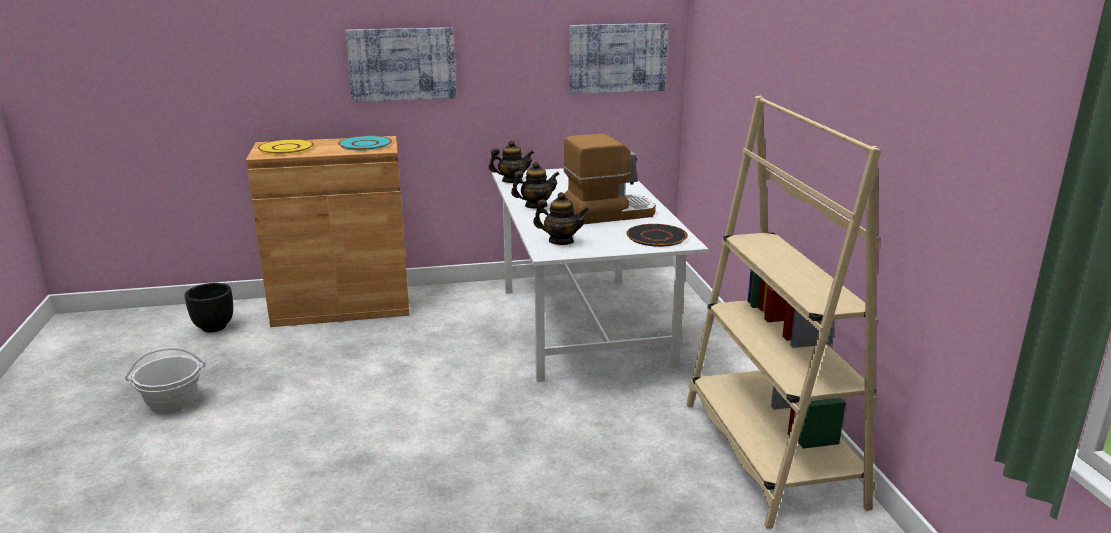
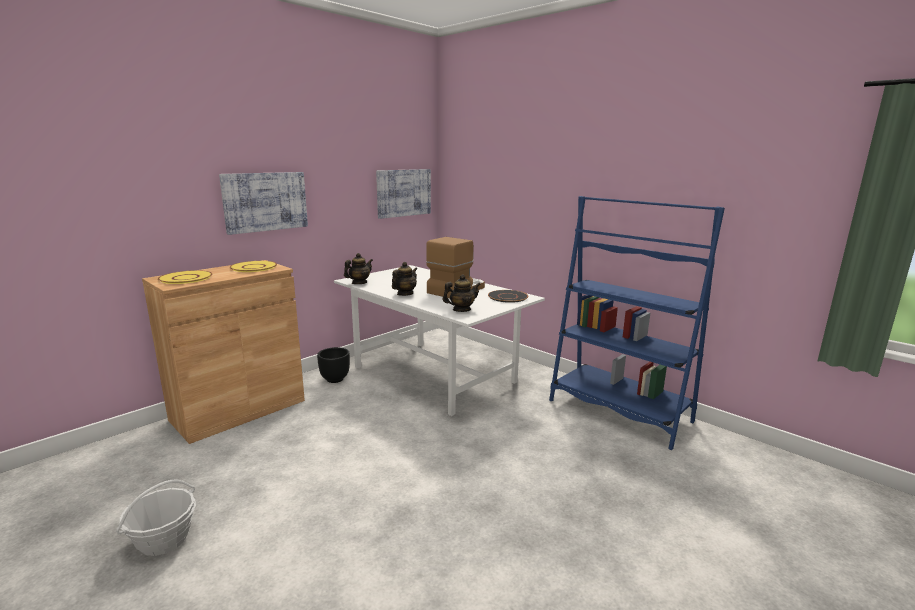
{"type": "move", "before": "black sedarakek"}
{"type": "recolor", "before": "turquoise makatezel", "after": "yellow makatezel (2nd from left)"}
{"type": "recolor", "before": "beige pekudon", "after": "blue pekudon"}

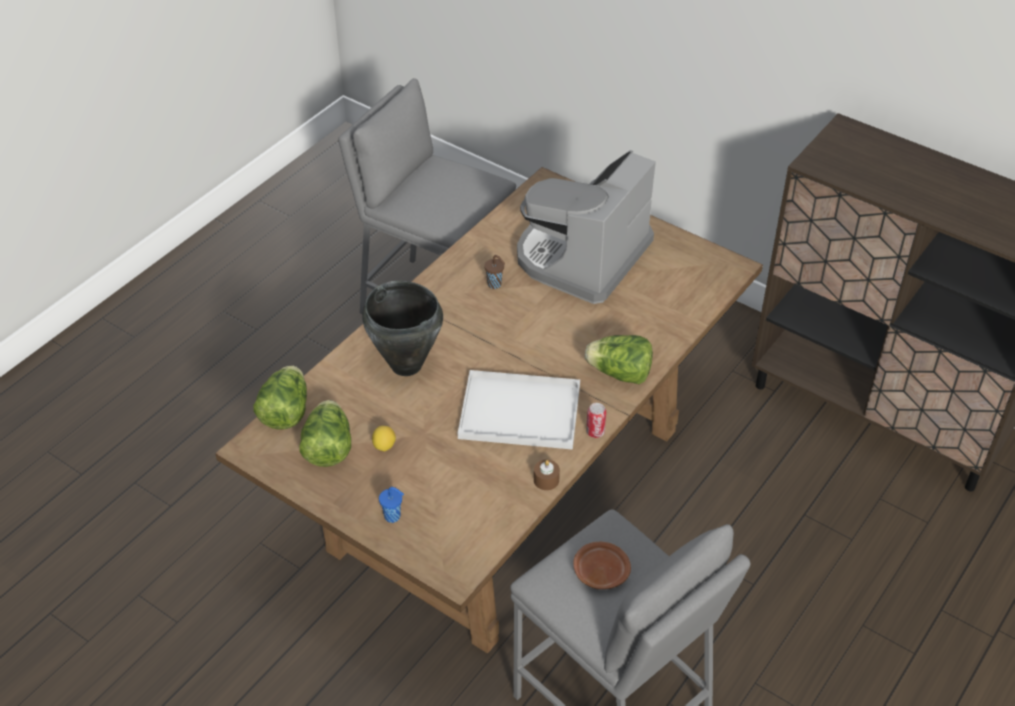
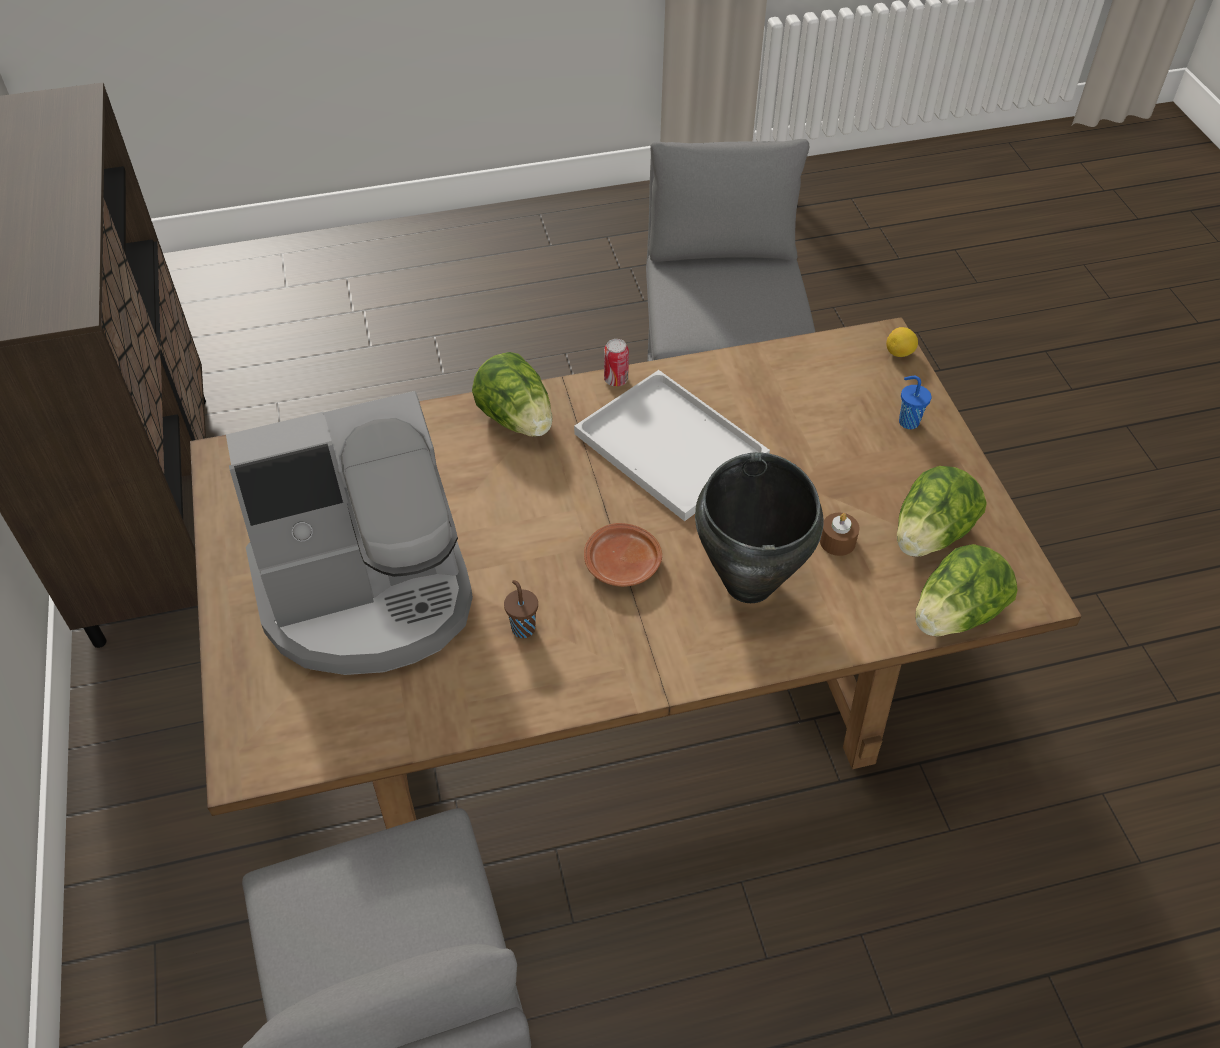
{"type": "move", "before": "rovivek"}
{"type": "move", "before": "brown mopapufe"}
{"type": "move", "before": "brown makatezel"}

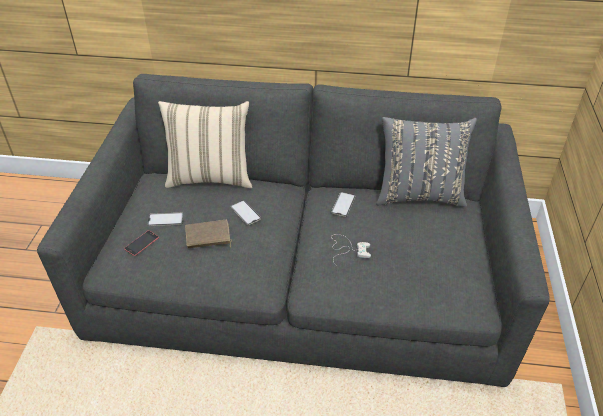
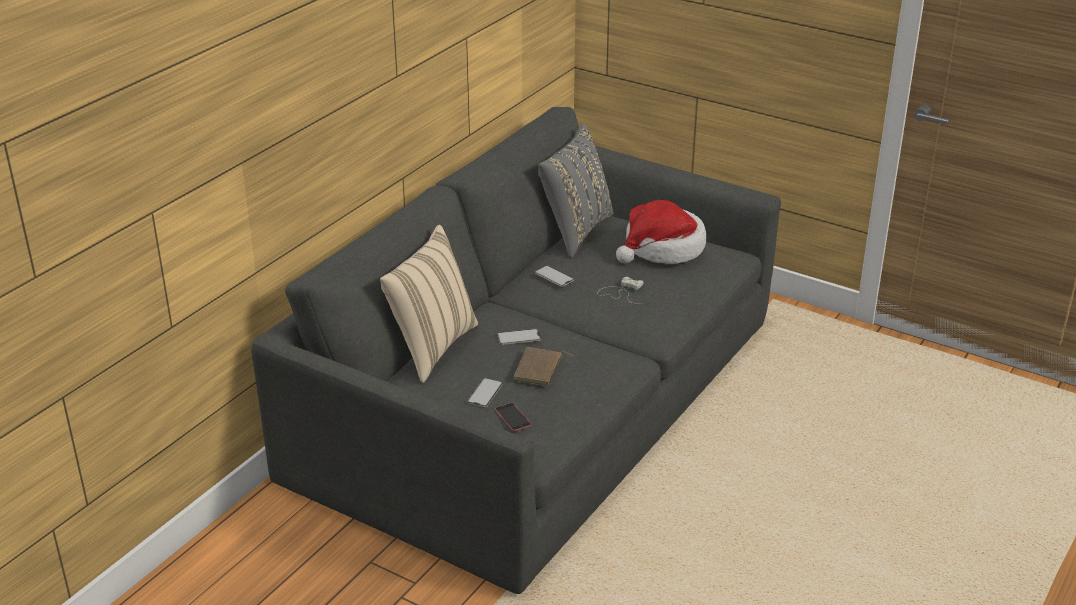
{"type": "insert", "after": "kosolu"}

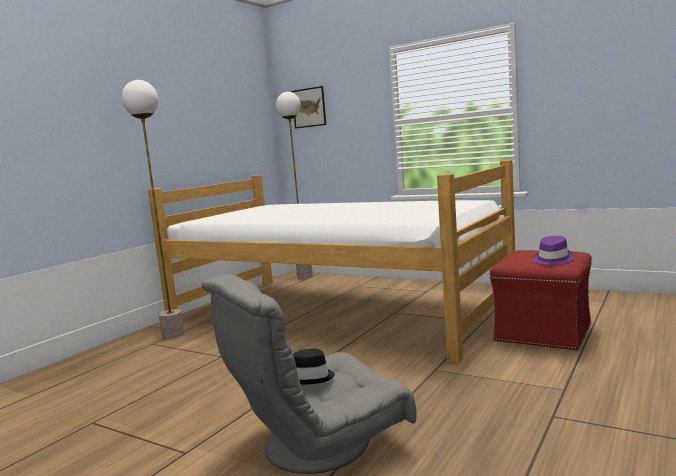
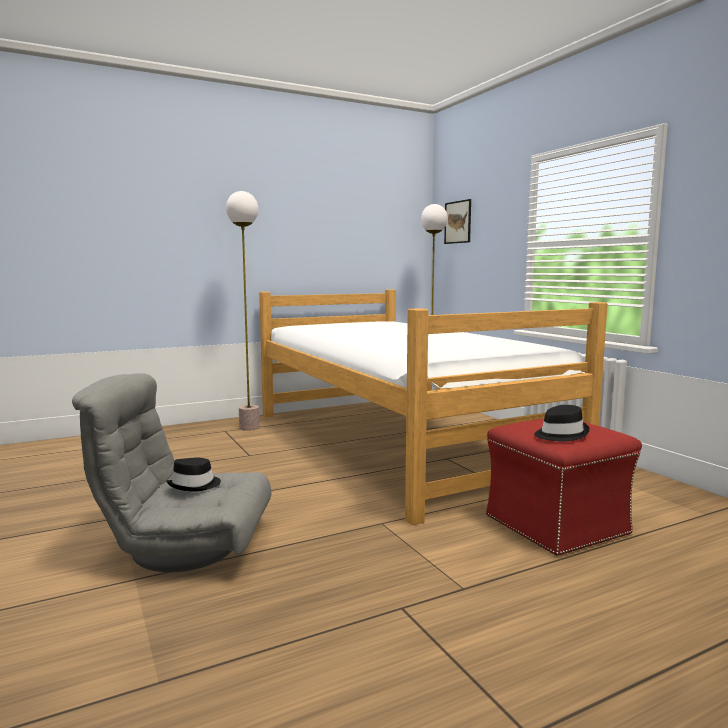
{"type": "recolor", "before": "purple kosolu", "after": "black kosolu (2nd from left)"}

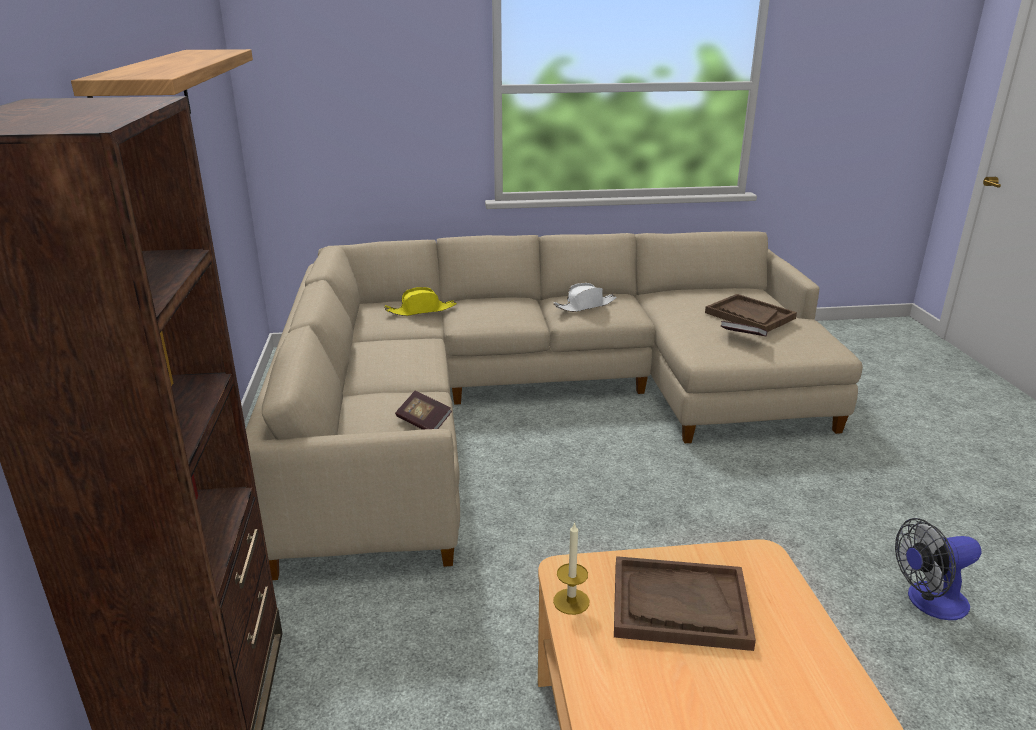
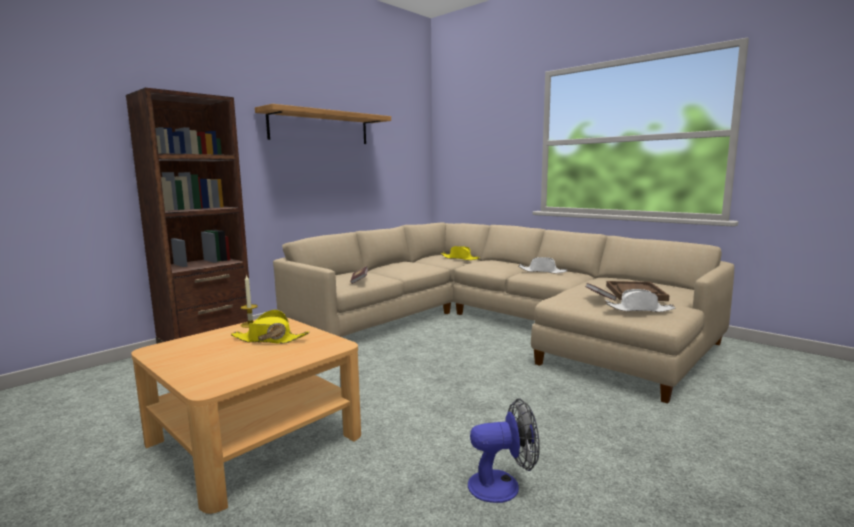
{"type": "replace", "before": "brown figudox (1st from left)", "after": "yellow kosolu (1st from left)"}
{"type": "rotate", "before": "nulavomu", "turn": 135}
{"type": "insert", "after": "white kosolu (2nd from left)"}

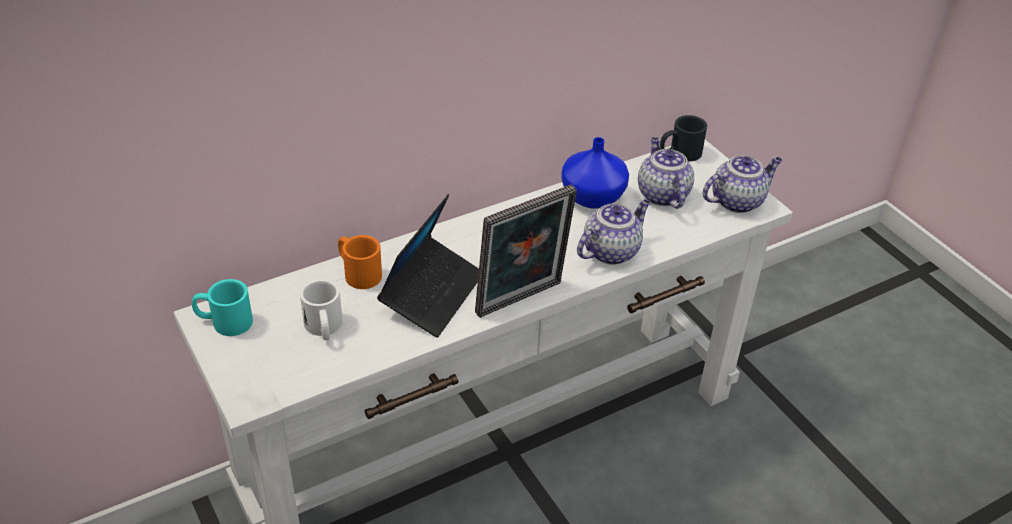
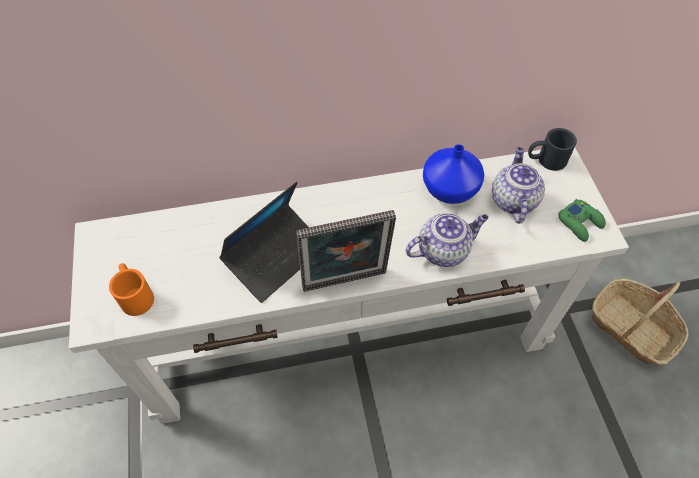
{"type": "delete", "before": "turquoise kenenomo"}
{"type": "delete", "before": "white kenenomo"}
{"type": "move", "before": "orange kenenomo"}
{"type": "replace", "before": "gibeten (3rd from left)", "after": "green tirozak"}
{"type": "insert", "after": "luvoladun"}

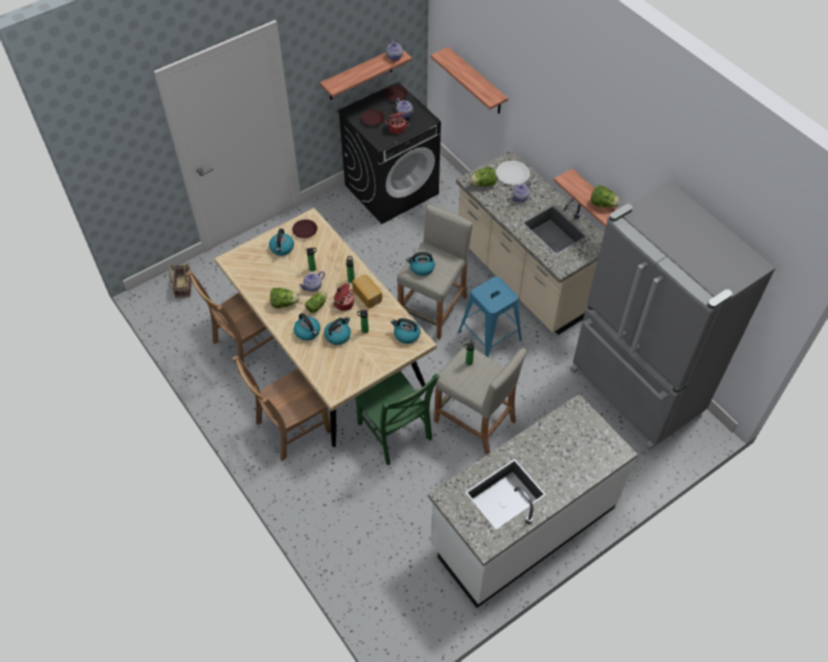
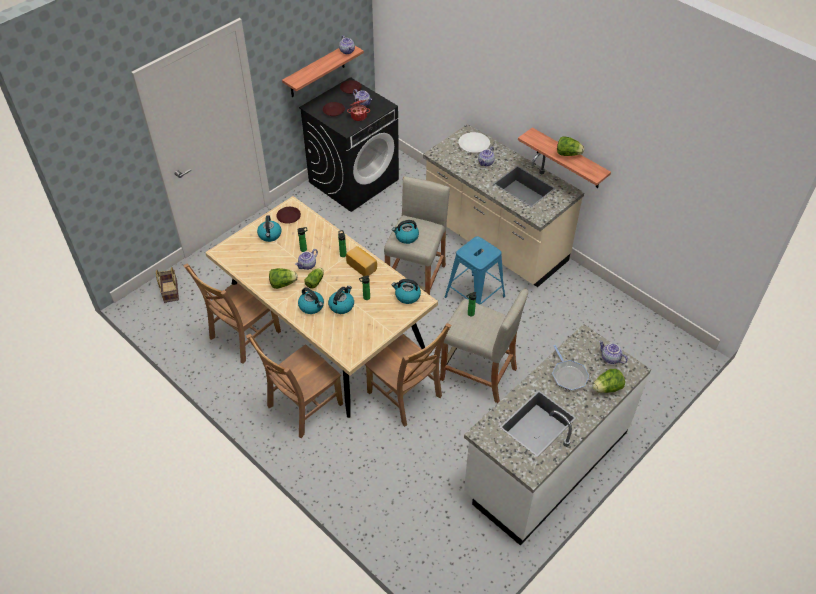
{"type": "delete", "before": "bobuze (1st from left)"}
{"type": "recolor", "before": "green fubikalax", "after": "brown fubikalax (3rd from left)"}
{"type": "delete", "before": "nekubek (2nd from left)"}
{"type": "move", "before": "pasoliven (3rd from left in the first image)", "after": "pasoliven (4th from left)"}
{"type": "delete", "before": "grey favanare"}
{"type": "insert", "after": "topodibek"}
{"type": "insert", "after": "gibeten (5th from left)"}

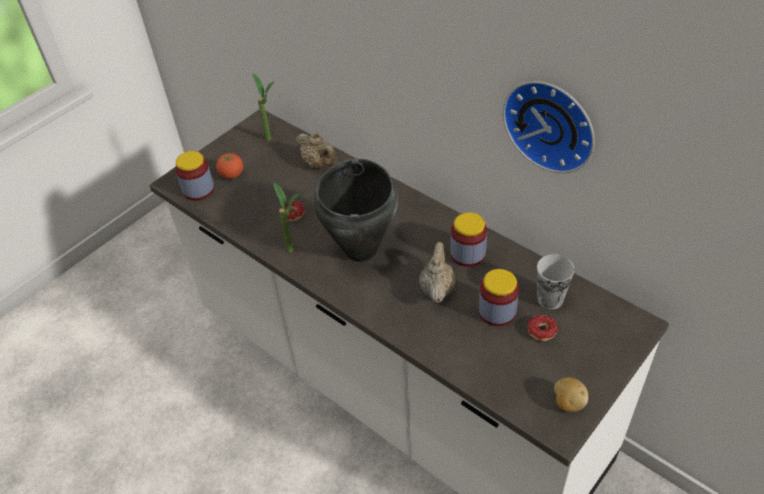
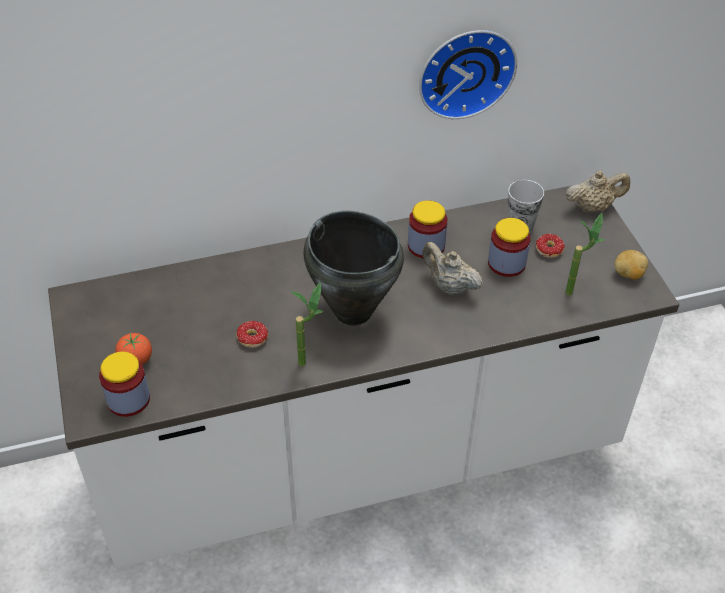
{"type": "move", "before": "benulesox (1st from left in the first image)", "after": "benulesox (2nd from left)"}
{"type": "move", "before": "beige gibeten (1st from left in the first image)", "after": "beige gibeten (2nd from left)"}

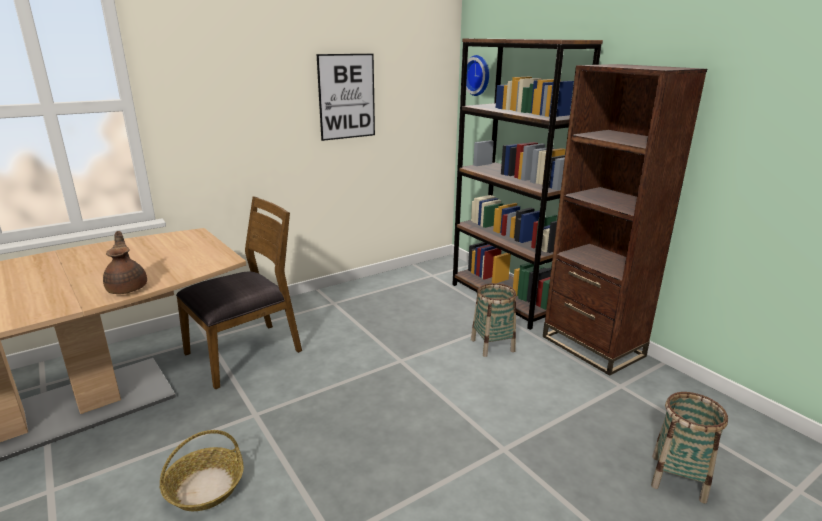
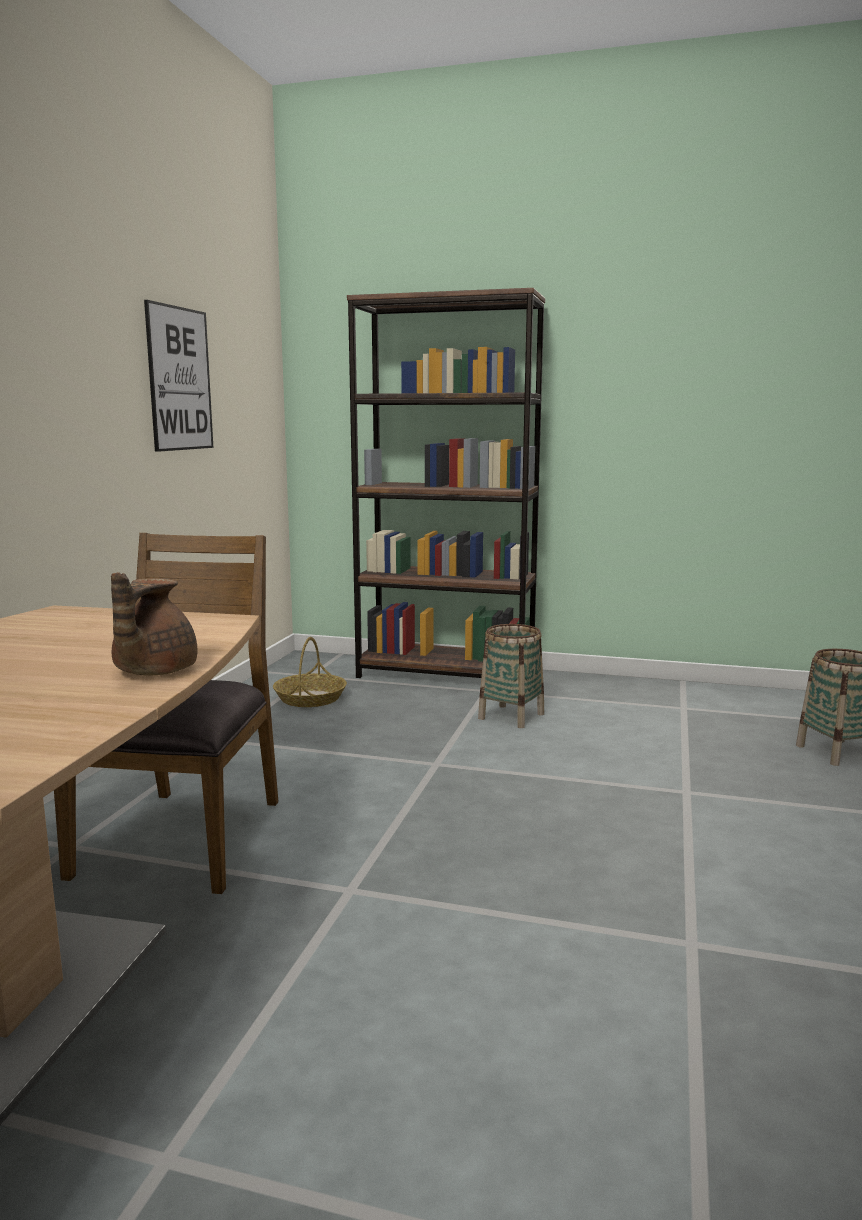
{"type": "rotate", "before": "brown gibeten", "turn": -105}
{"type": "move", "before": "luvoladun (1st from left)"}
{"type": "delete", "before": "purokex"}
{"type": "delete", "before": "brown pekudon (2nd from left)"}

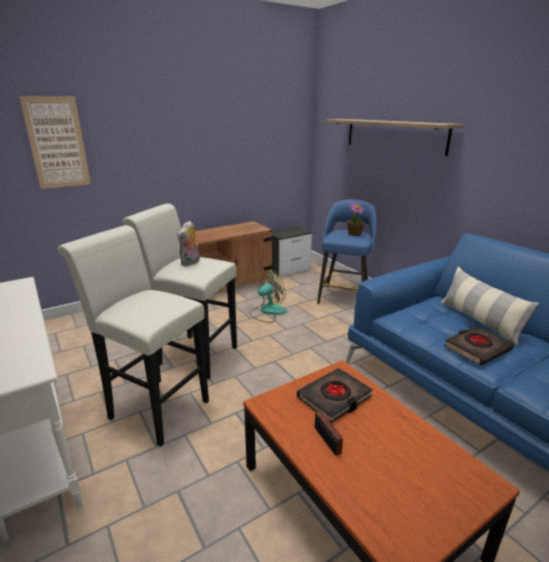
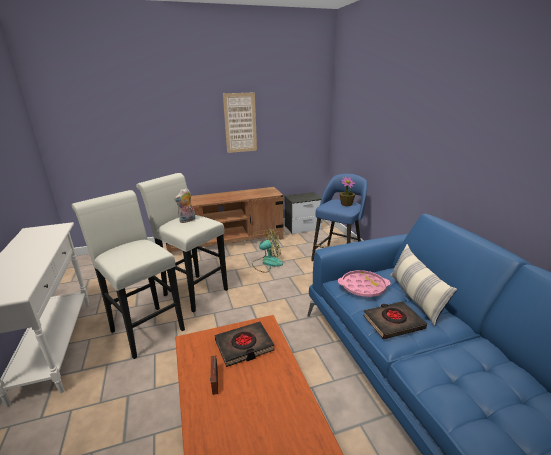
{"type": "move", "before": "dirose"}
{"type": "delete", "before": "nekubek"}
{"type": "insert", "after": "pink figudox"}

